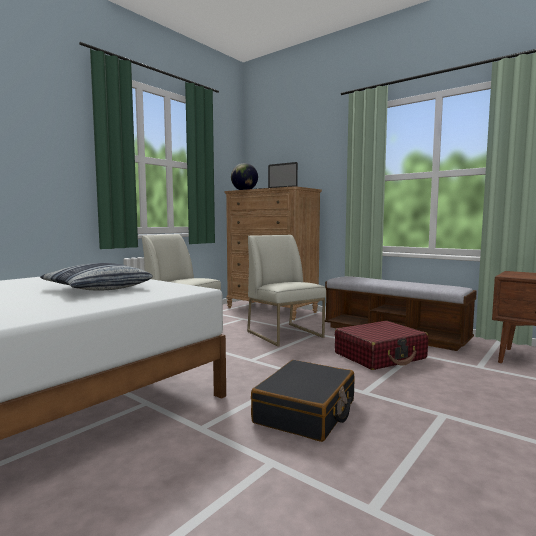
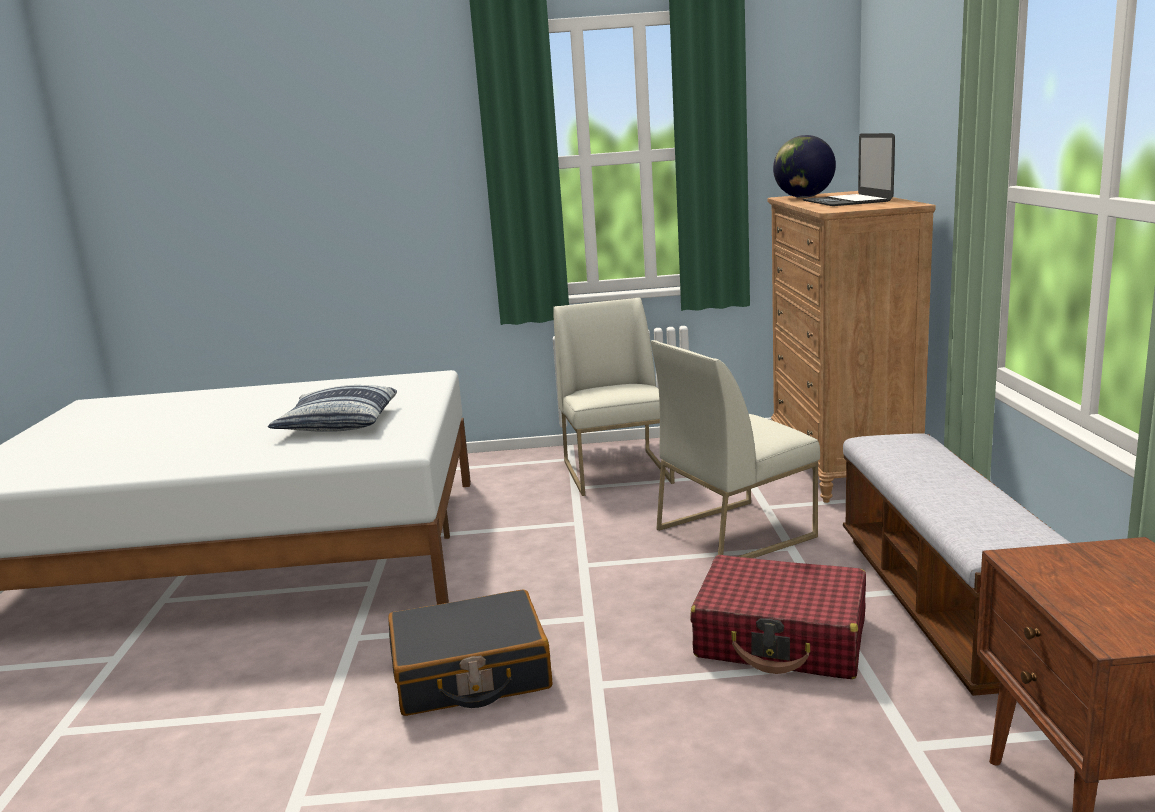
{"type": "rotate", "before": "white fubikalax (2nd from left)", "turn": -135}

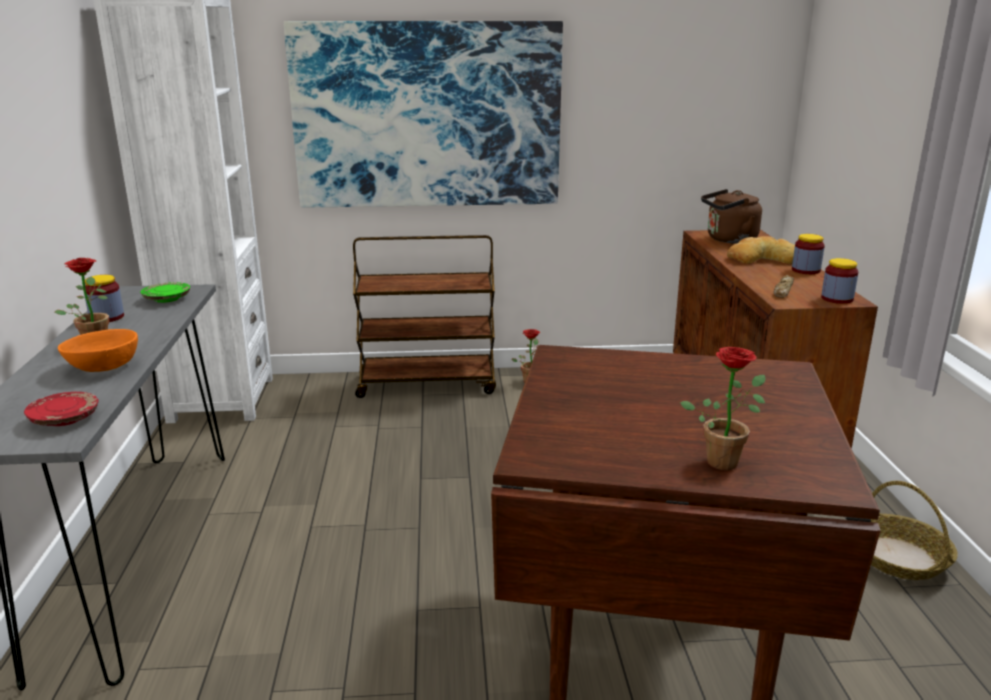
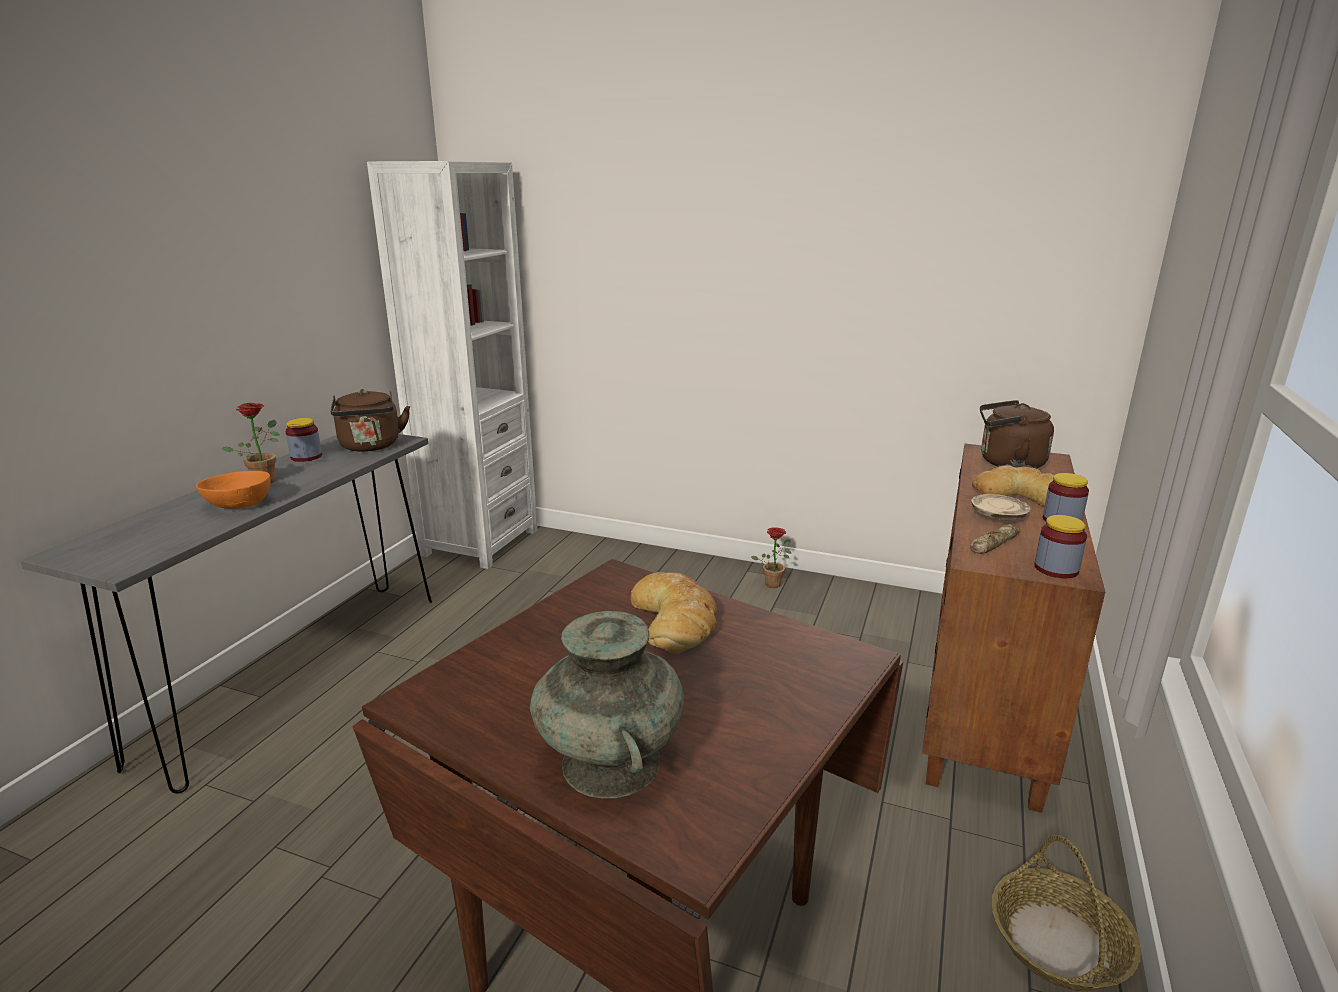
{"type": "delete", "before": "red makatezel"}
{"type": "replace", "before": "green makatezel", "after": "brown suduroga (1st from left)"}
{"type": "delete", "before": "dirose"}
{"type": "delete", "before": "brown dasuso"}
{"type": "replace", "before": "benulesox (3rd from left)", "after": "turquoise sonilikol"}
{"type": "insert", "after": "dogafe (1st from left)"}
{"type": "insert", "after": "beige makatezel"}

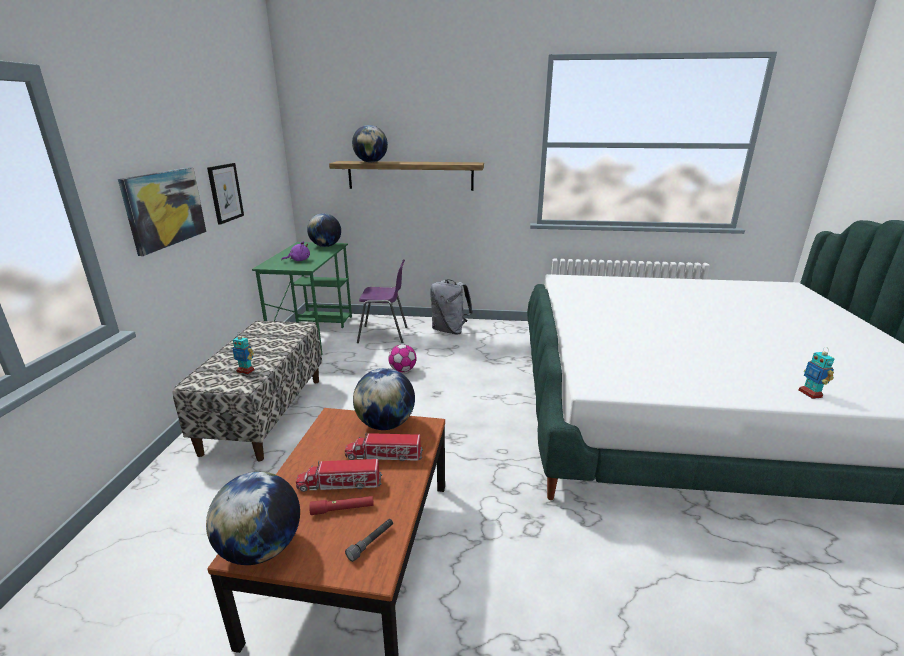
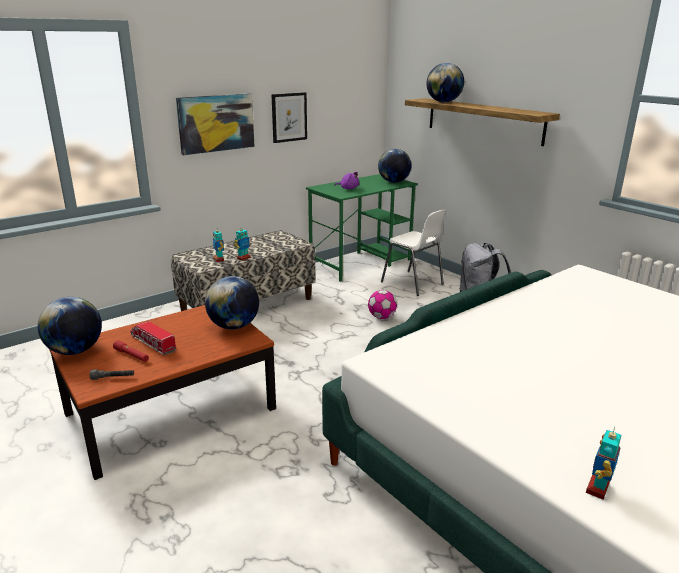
{"type": "delete", "before": "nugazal (2nd from left)"}
{"type": "recolor", "before": "purple fubikalax", "after": "white fubikalax"}
{"type": "insert", "after": "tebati (2nd from left)"}

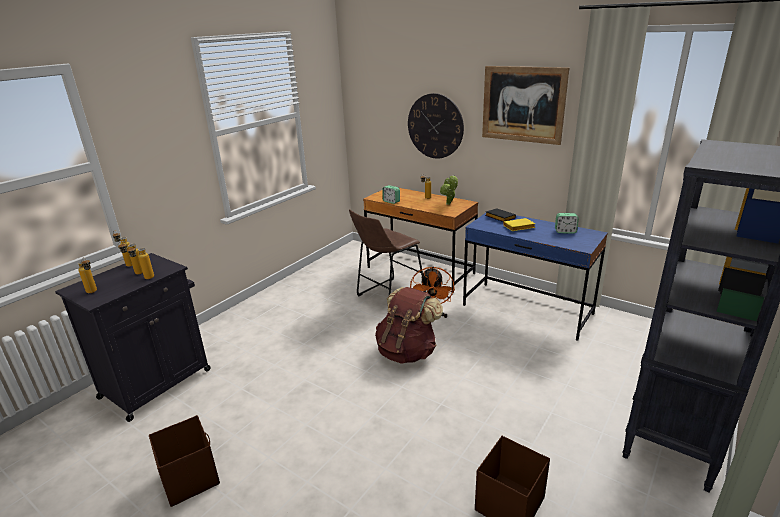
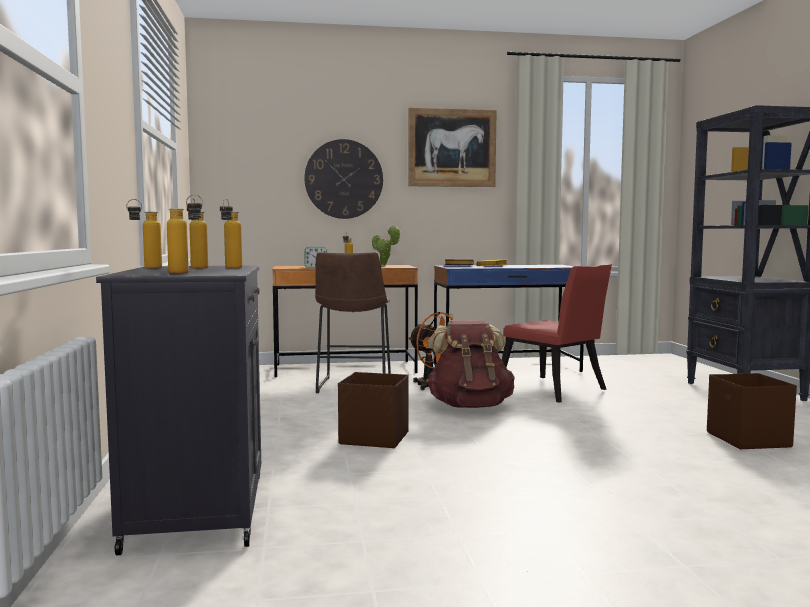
{"type": "move", "before": "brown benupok (1st from left)"}
{"type": "delete", "before": "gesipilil (2nd from left)"}
{"type": "insert", "after": "red fubikalax"}

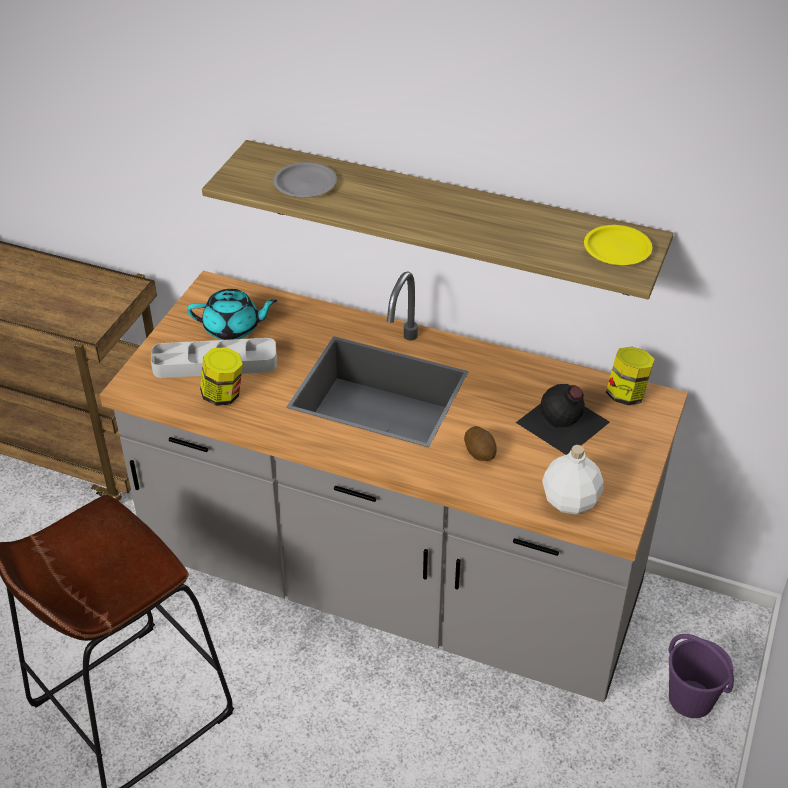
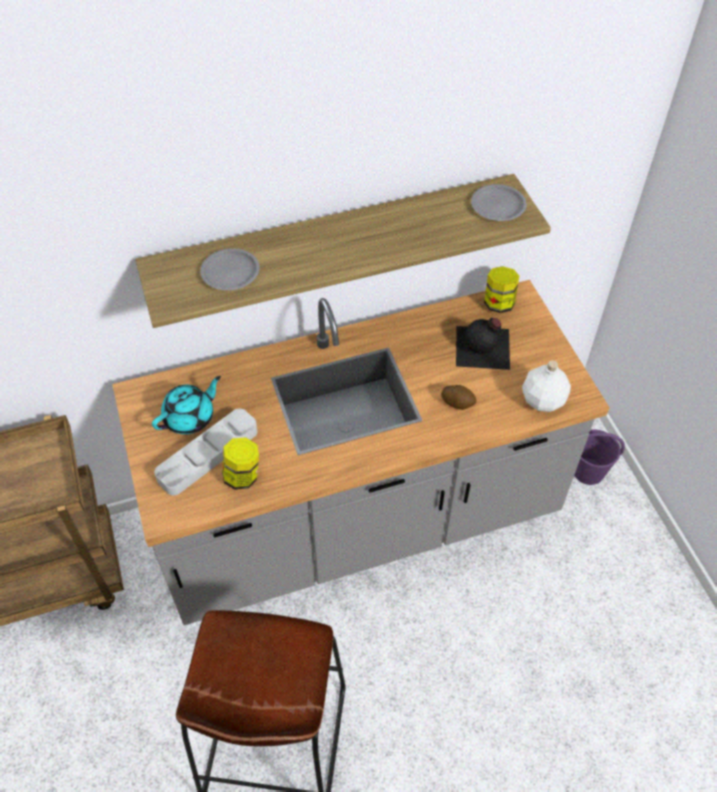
{"type": "recolor", "before": "yellow makatezel", "after": "grey makatezel (2nd from left)"}

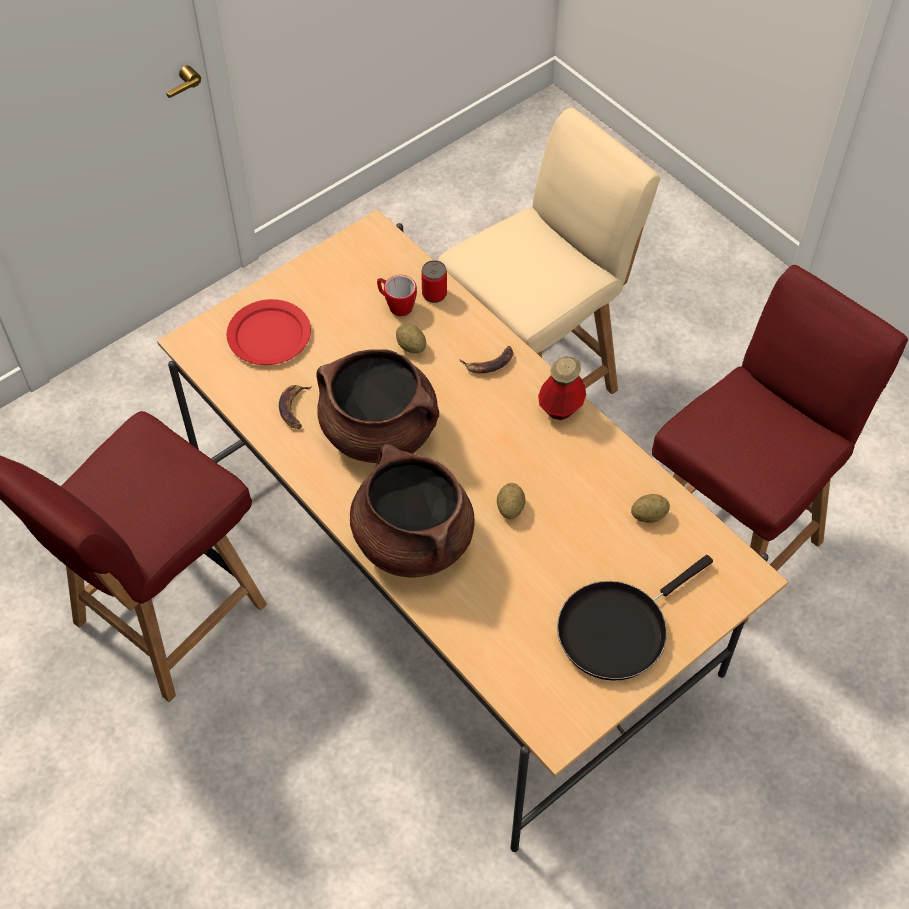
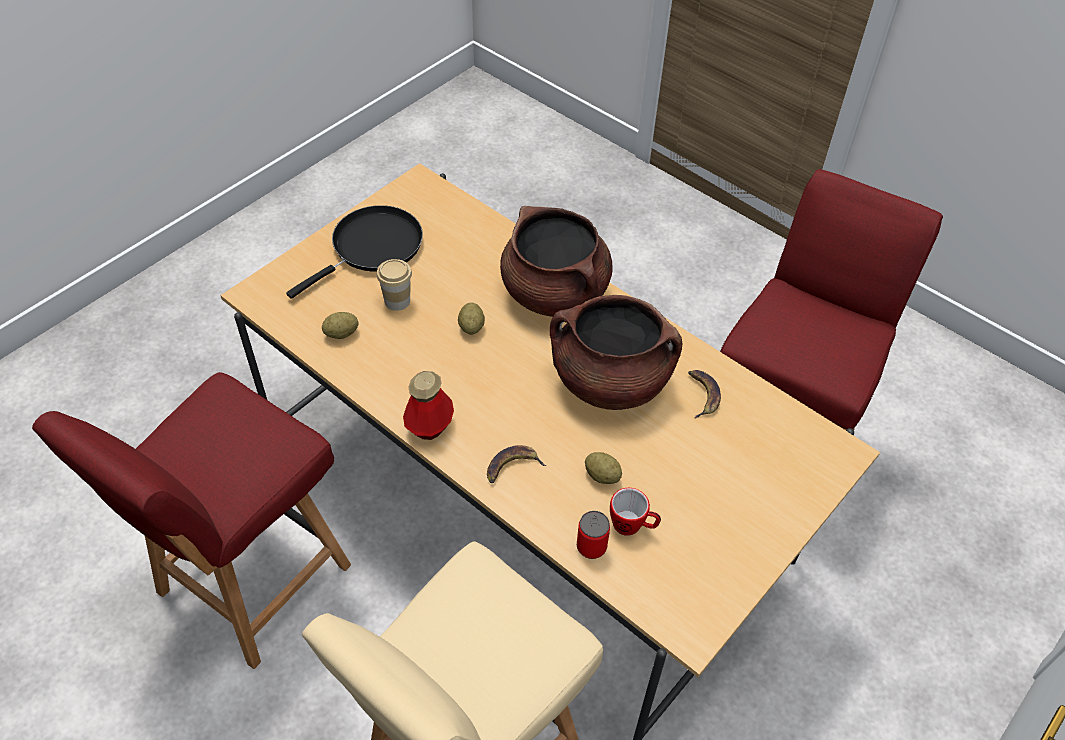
{"type": "delete", "before": "red makatezel"}
{"type": "insert", "after": "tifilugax"}

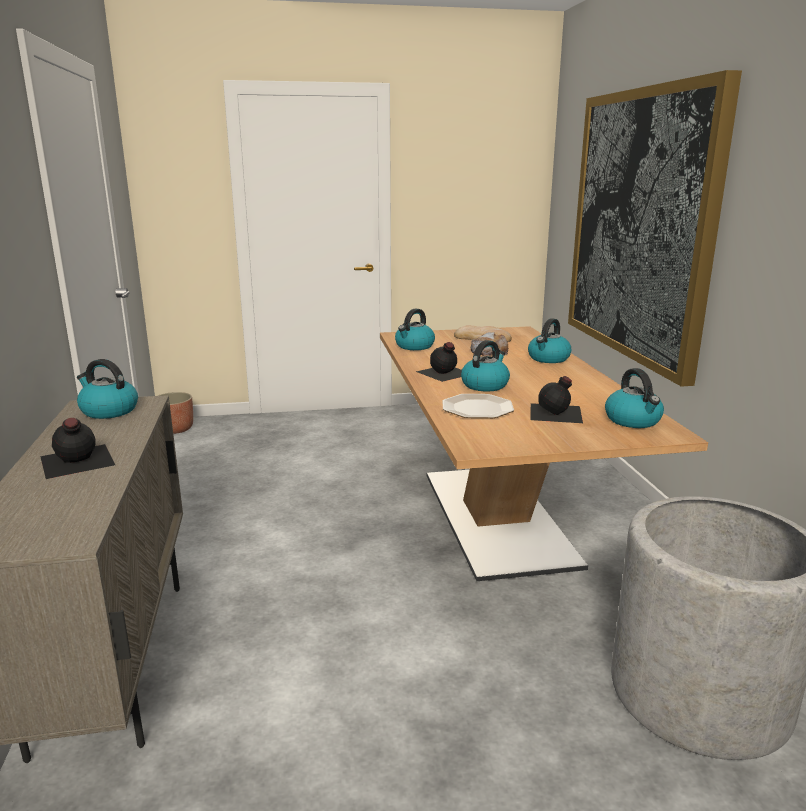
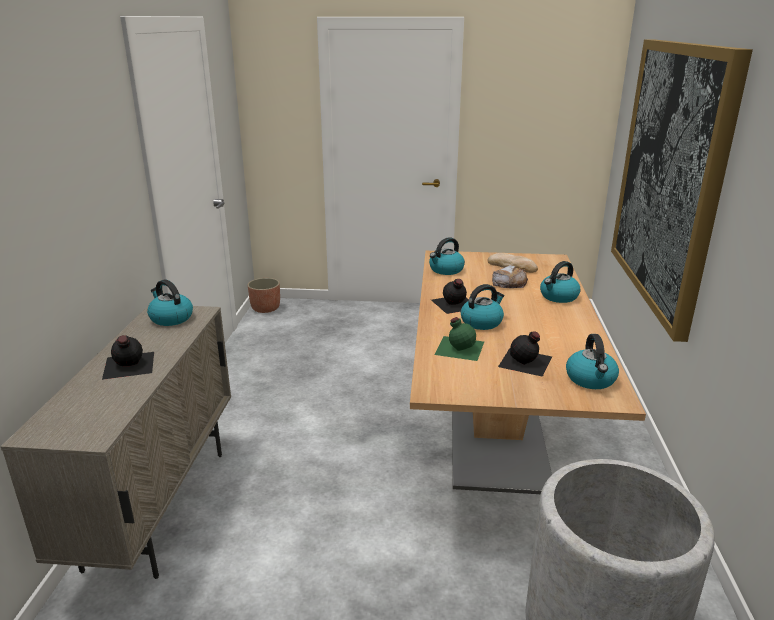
{"type": "replace", "before": "makatezel", "after": "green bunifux"}

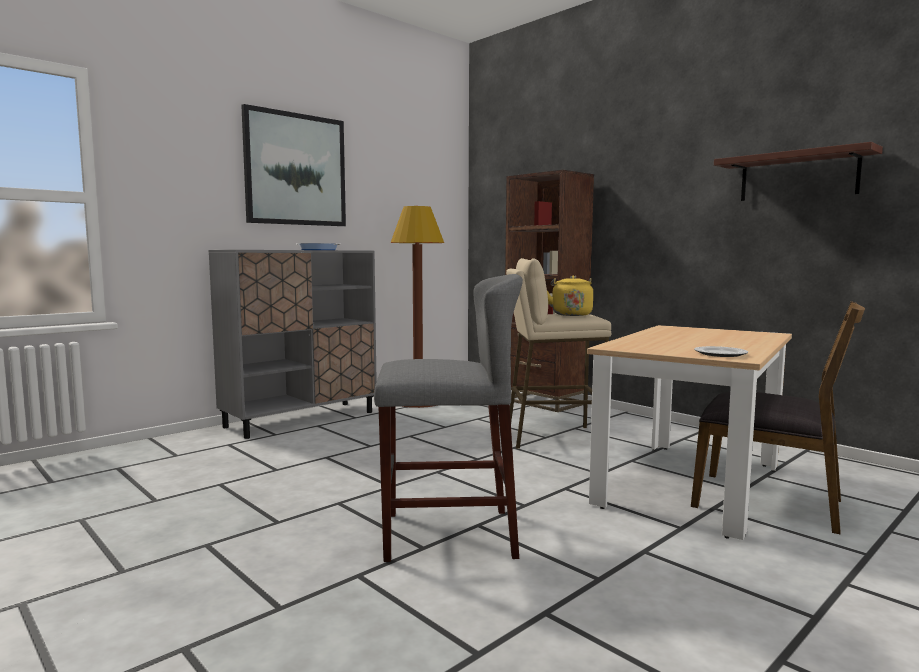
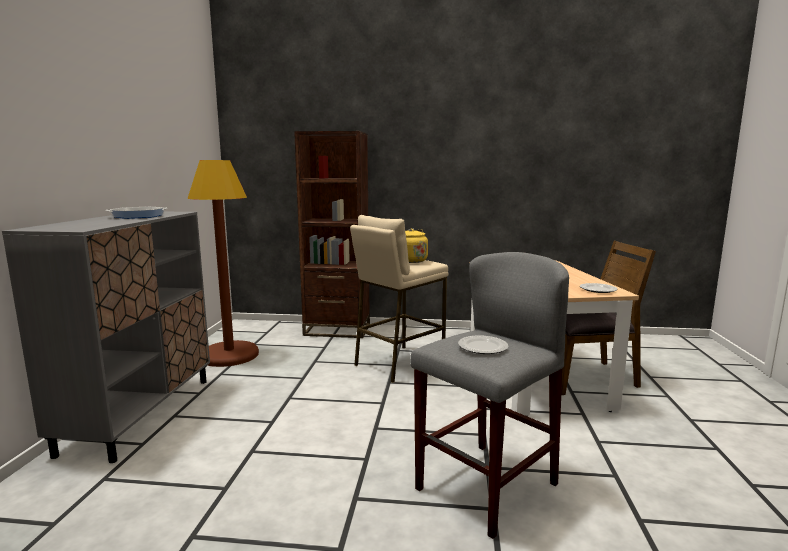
{"type": "delete", "before": "dirose"}
{"type": "delete", "before": "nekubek"}
{"type": "insert", "after": "makatezel (1st from left)"}

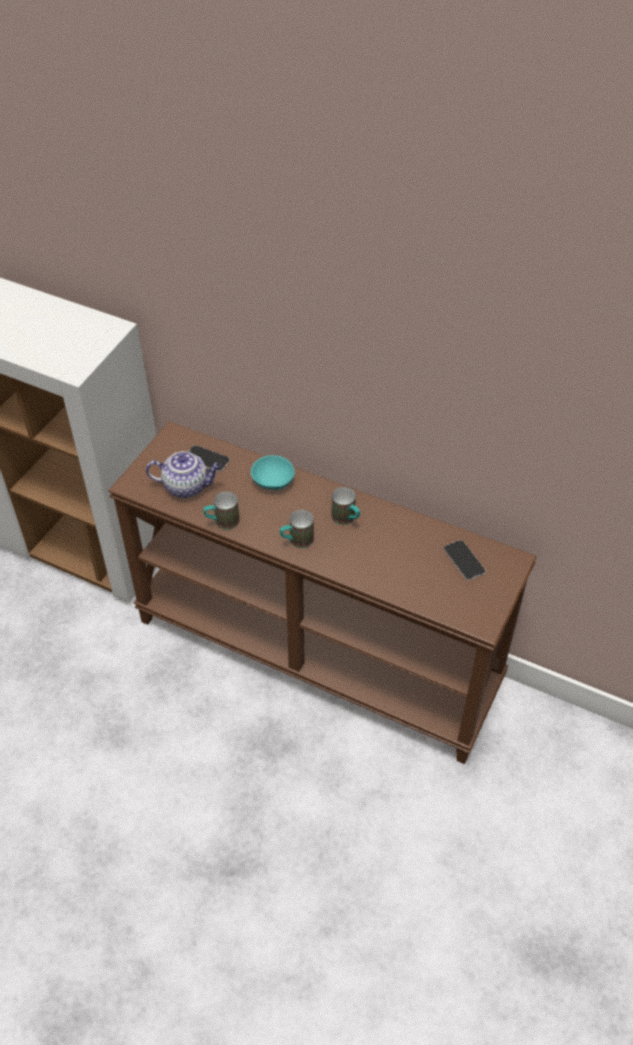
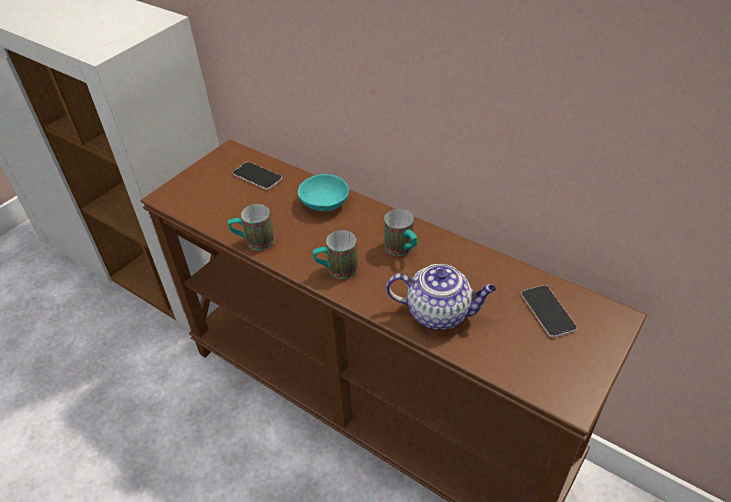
{"type": "move", "before": "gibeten"}

